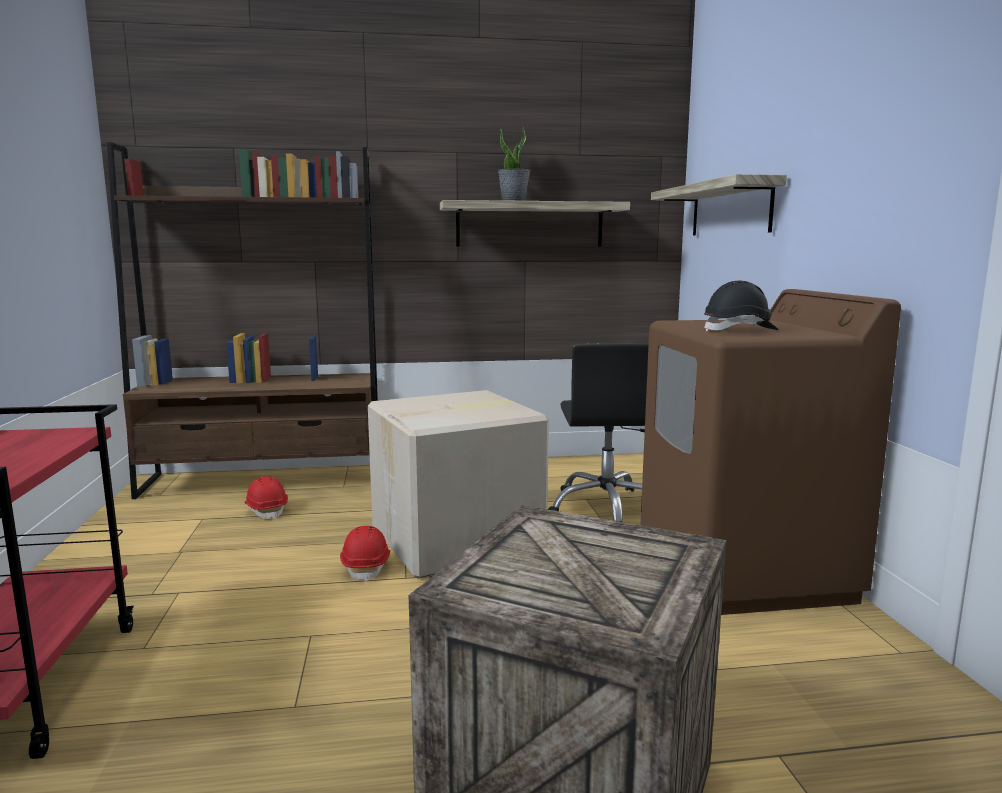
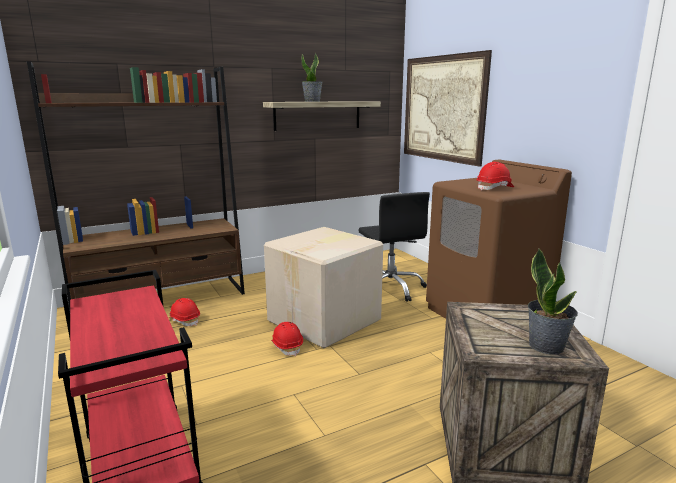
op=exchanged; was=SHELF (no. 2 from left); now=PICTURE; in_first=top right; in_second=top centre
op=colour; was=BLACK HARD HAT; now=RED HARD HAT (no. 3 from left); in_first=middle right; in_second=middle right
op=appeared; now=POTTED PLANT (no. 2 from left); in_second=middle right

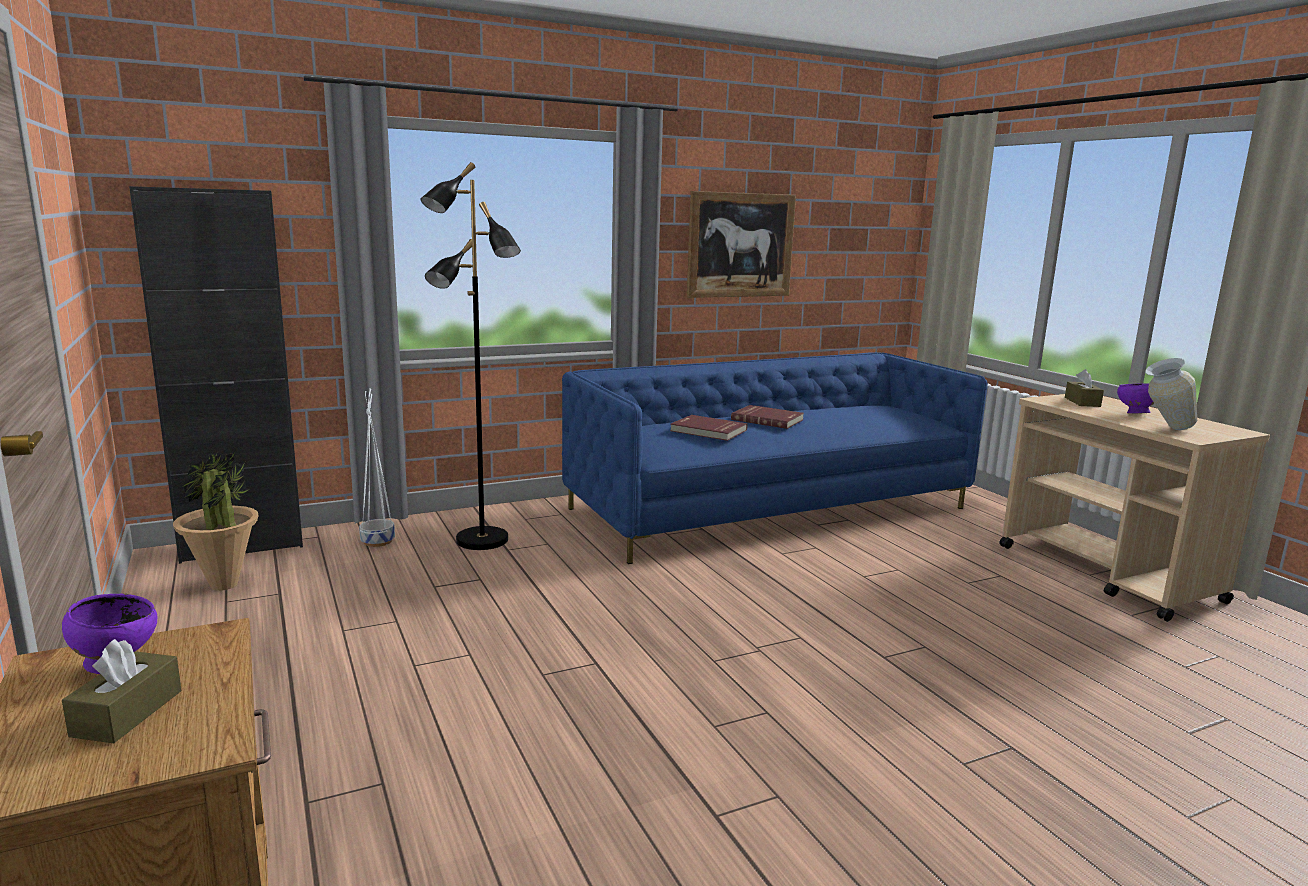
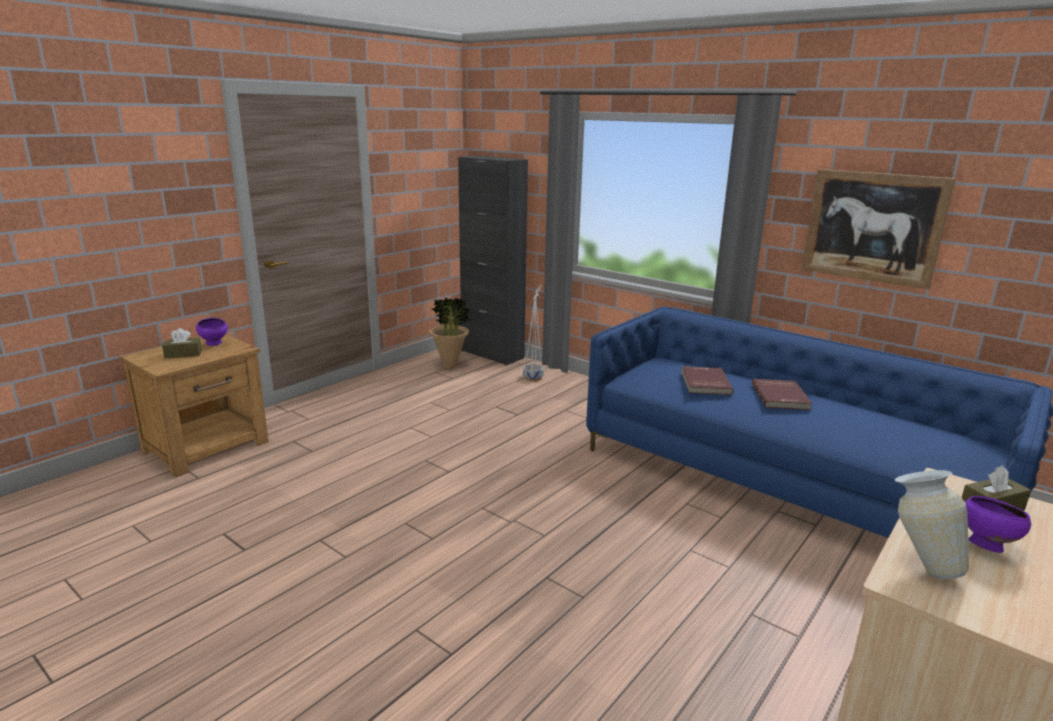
op=missing; was=BLACK FLOOR LAMP; in_first=centre

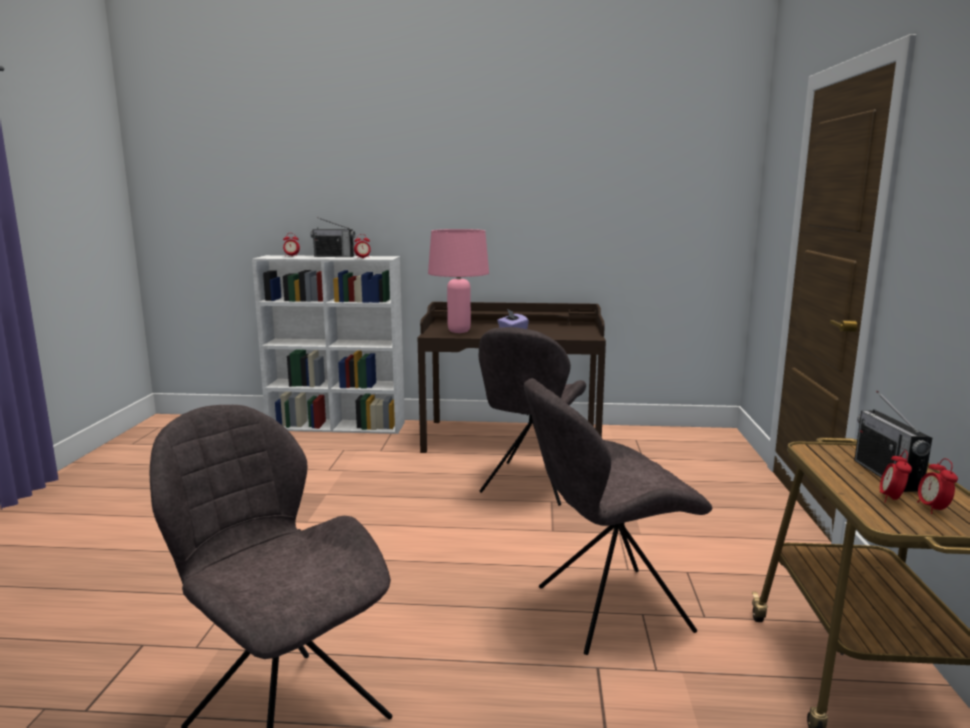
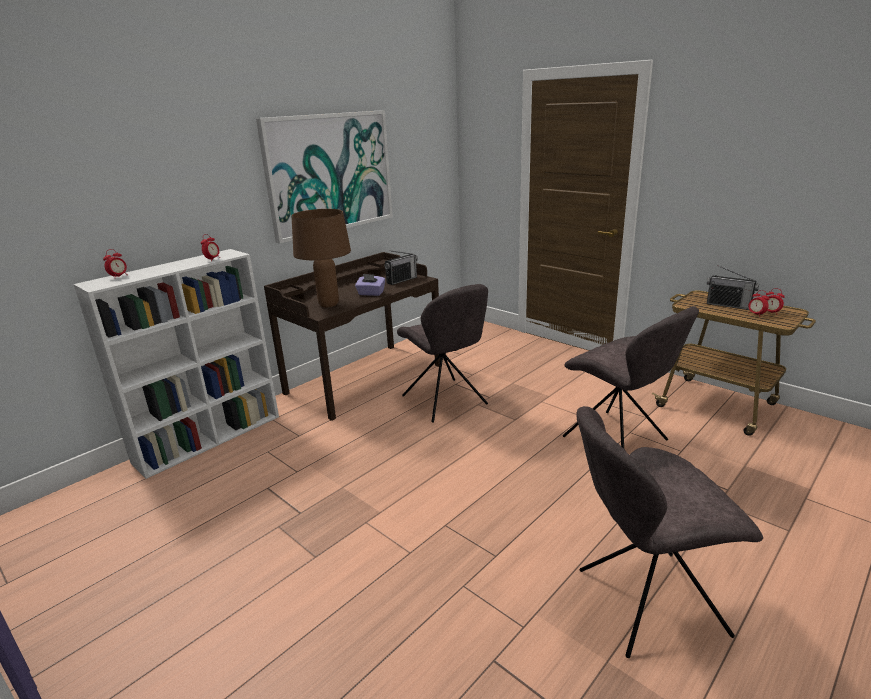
op=relocated; was=RADIO (no. 1 from left); in_first=top centre; in_second=centre
op=colour; was=PINK TABLE LAMP; now=BROWN TABLE LAMP; in_first=centre; in_second=centre
op=spun; was=GREY CHAIR (no. 3 from left in the first image); in_first=bottom centre; in_second=middle right; clockwise=-60
op=appeared; now=PICTURE; in_second=top centre

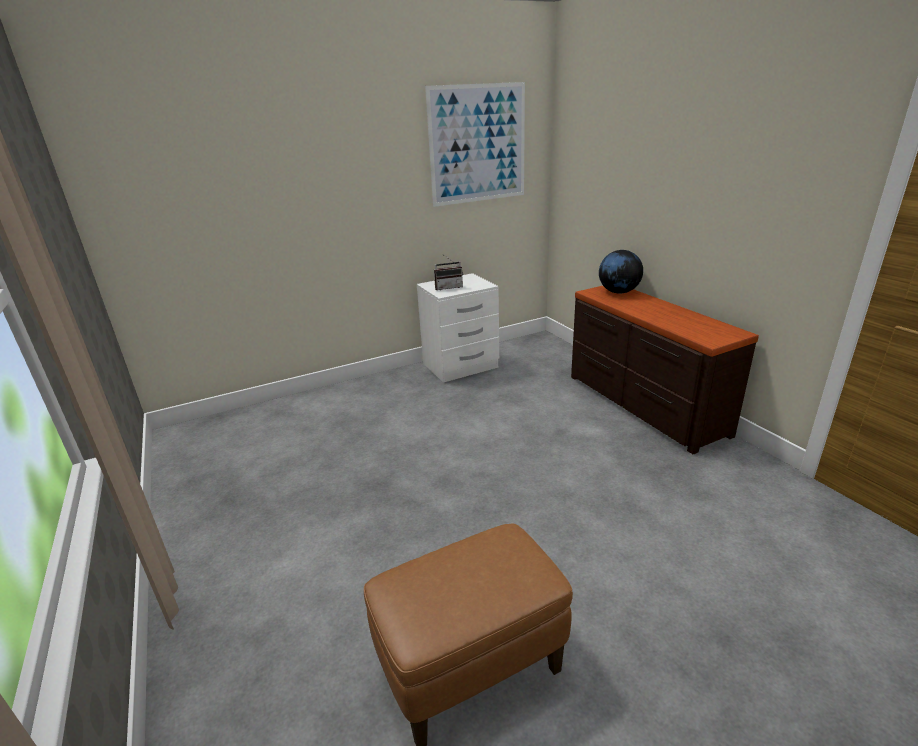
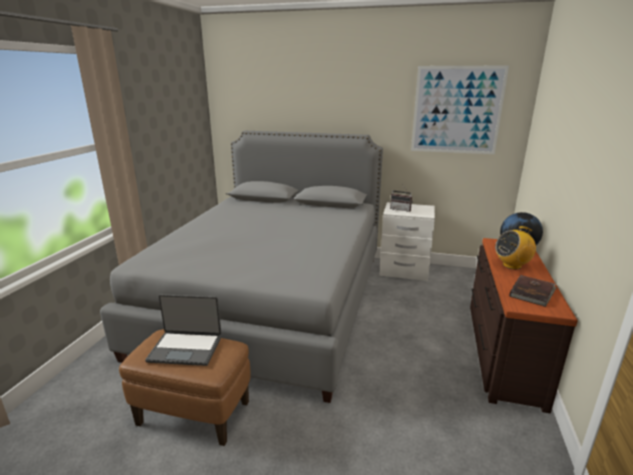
op=appeared; now=GREY BED; in_second=centre
op=appeared; now=RADIO (no. 2 from left); in_second=middle right
op=appeared; now=BROWN BOOK; in_second=middle right
op=appeared; now=LAPTOP; in_second=bottom left

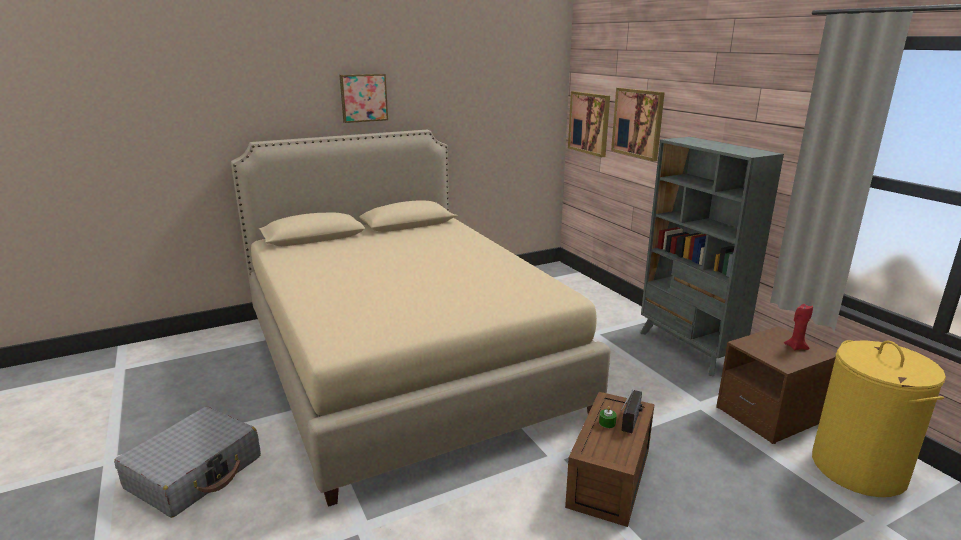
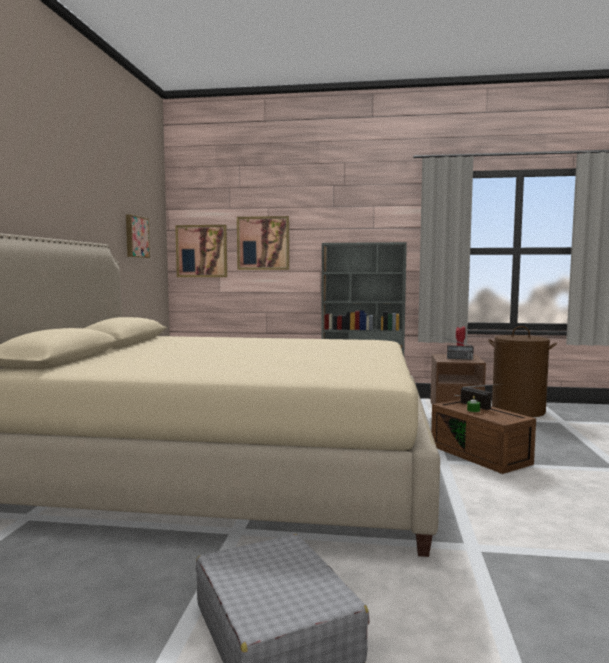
op=relocated; was=PICTURE (no. 1 from left); in_first=top centre; in_second=middle left
op=colour; was=YELLOW LAUNDRY BASKET; now=BROWN LAUNDRY BASKET; in_first=bottom right; in_second=middle right
op=appeared; now=RADIO (no. 1 from left); in_second=middle right

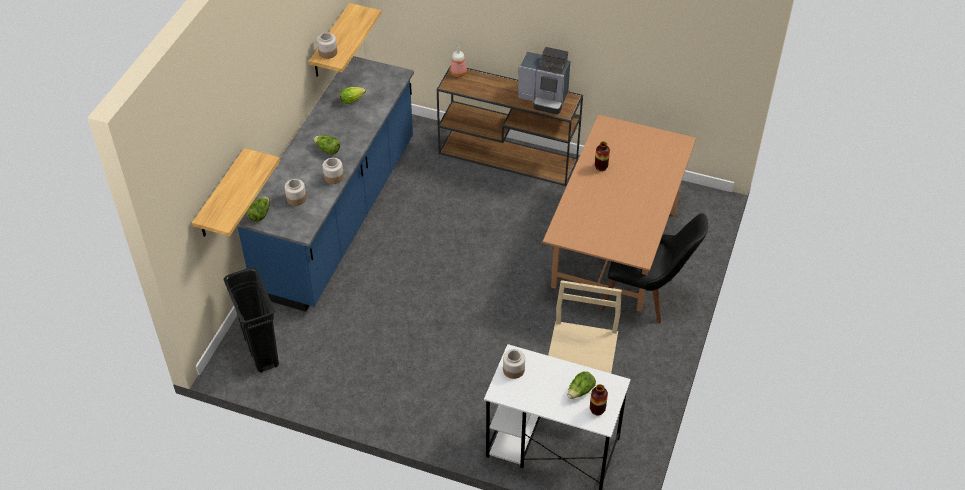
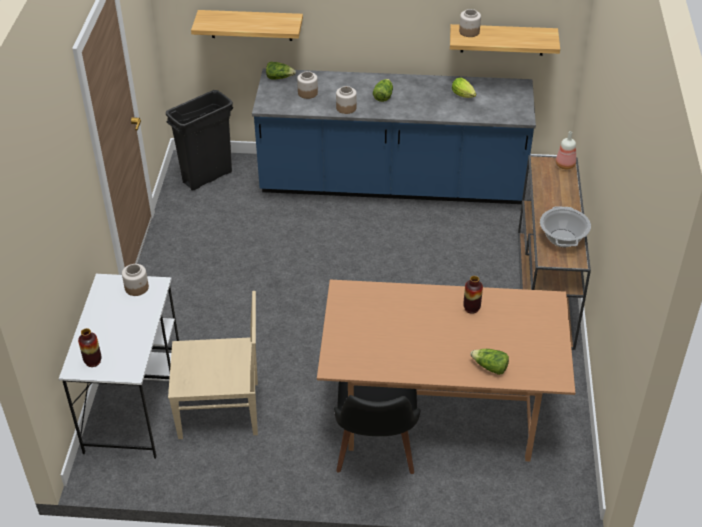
op=exchanged; was=COFFEE MACHINE; now=COOKING POT; in_first=top centre; in_second=middle right
op=relocated; was=LETTUCE (no. 4 from left); in_first=bottom centre; in_second=bottom right

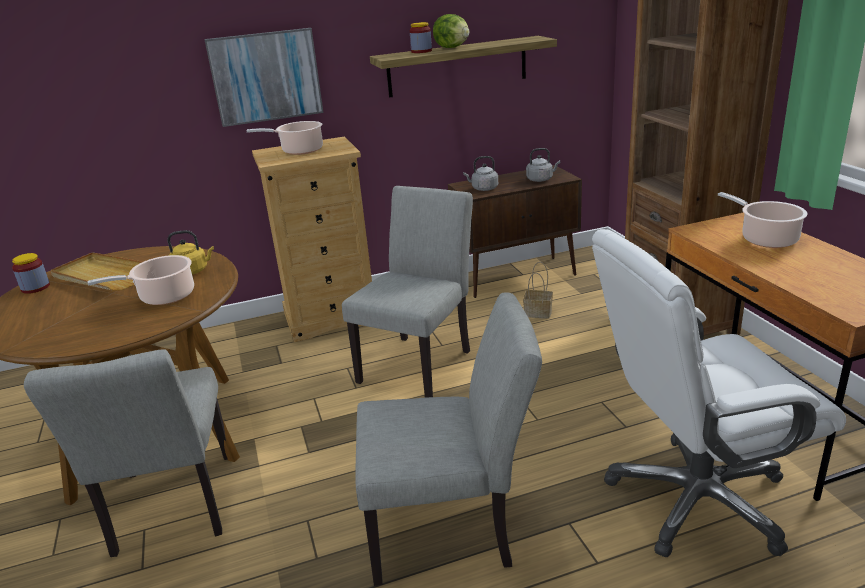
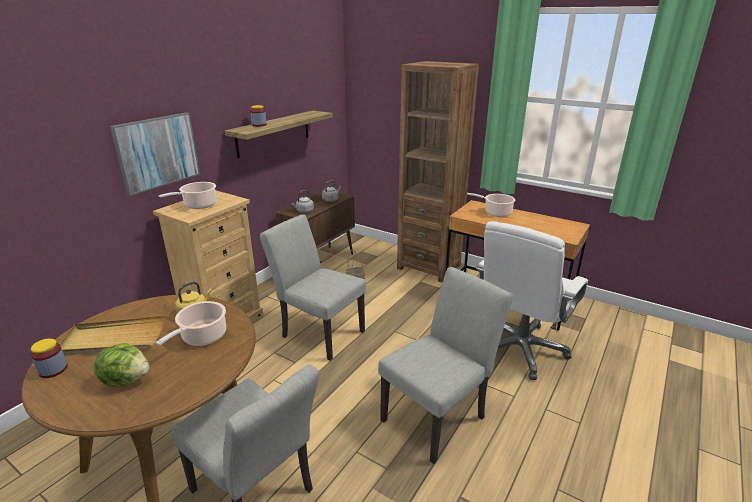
op=relocated; was=LETTUCE; in_first=top centre; in_second=bottom left
op=spun; was=GREY CHAIR (no. 2 from left); in_first=centre; in_second=centre; clockwise=-45

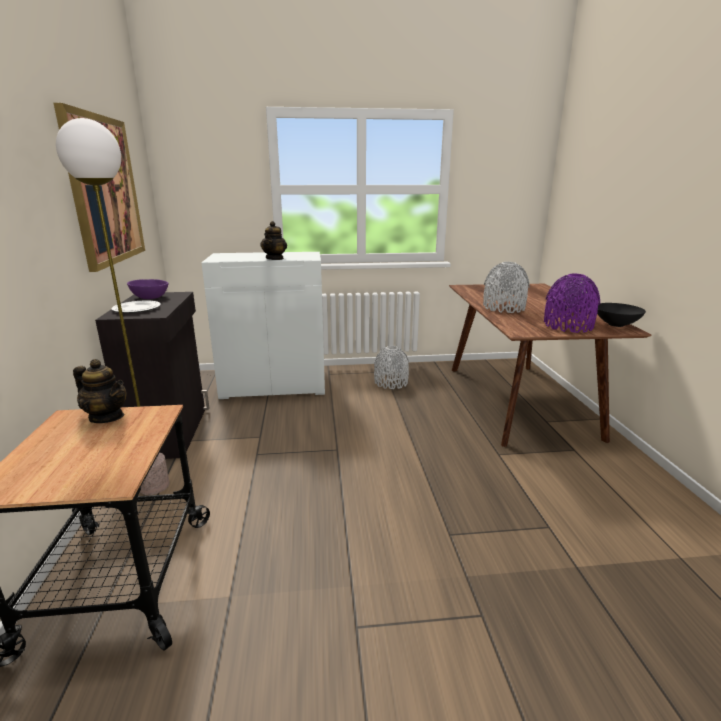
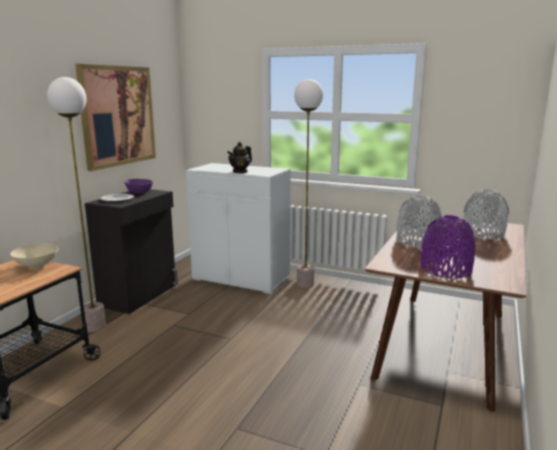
op=missing; was=BLACK BOWL; in_first=middle right
op=relocated; was=GREY VASE (no. 1 from left in the first image); now=GREY VASE (no. 2 from left); in_first=centre; in_second=middle right
op=exchanged; was=TEAPOT (no. 1 from left); now=BEIGE BOWL; in_first=middle left; in_second=middle left
op=appeared; now=FLOOR LAMP (no. 2 from left); in_second=centre

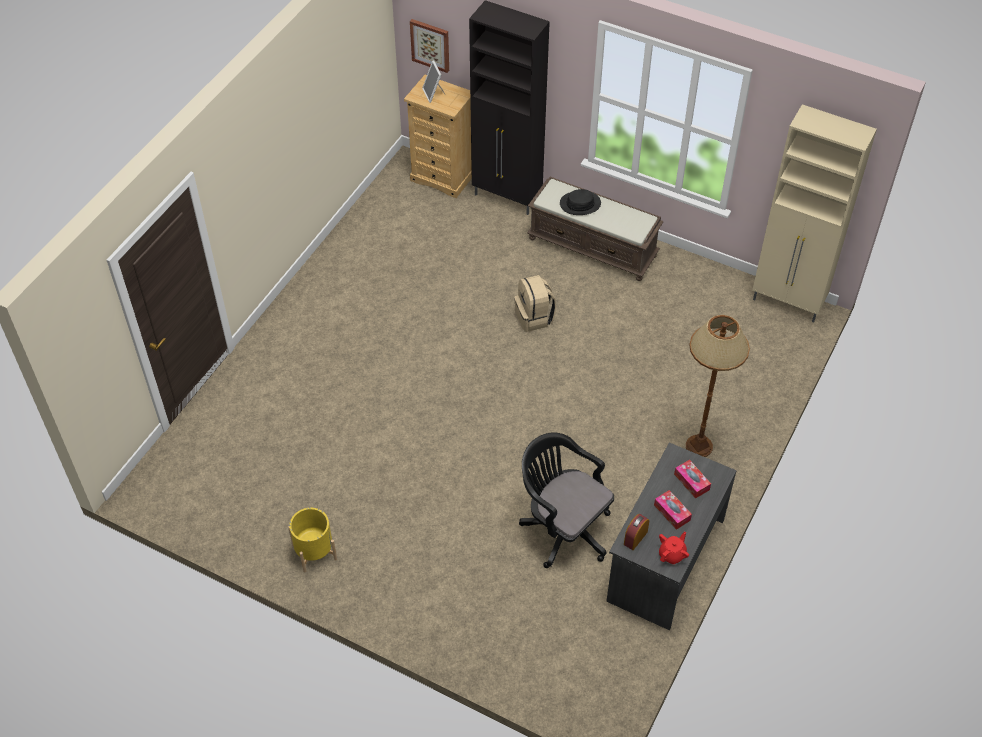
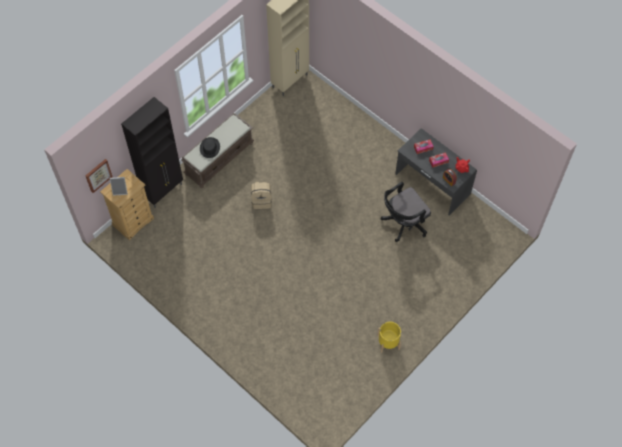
op=missing; was=BROWN FLOOR LAMP; in_first=middle right

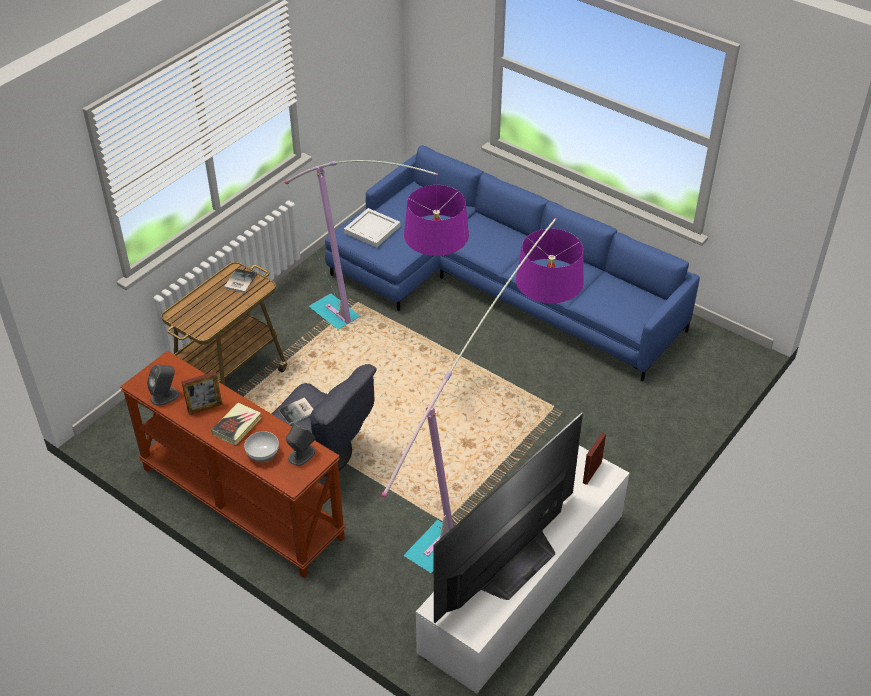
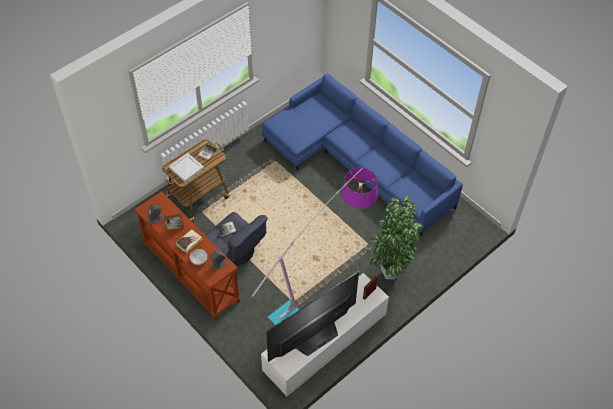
op=missing; was=FLOOR LAMP (no. 1 from left); in_first=centre
op=relocated; was=WHITE TRAY; in_first=top centre; in_second=middle left
op=appeared; now=POTTED PLANT; in_second=centre

